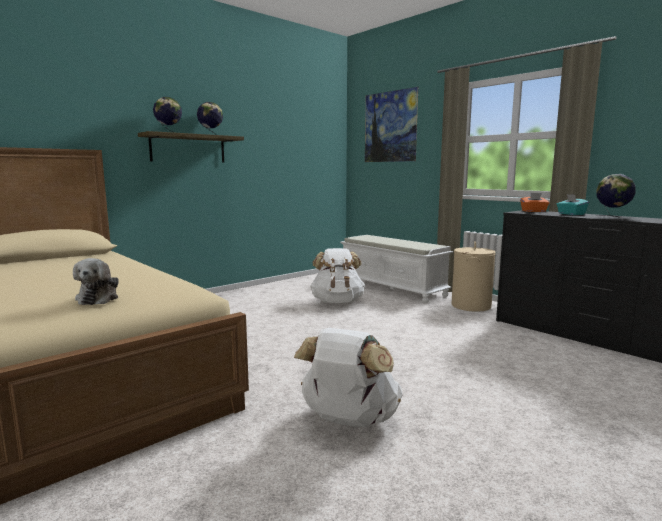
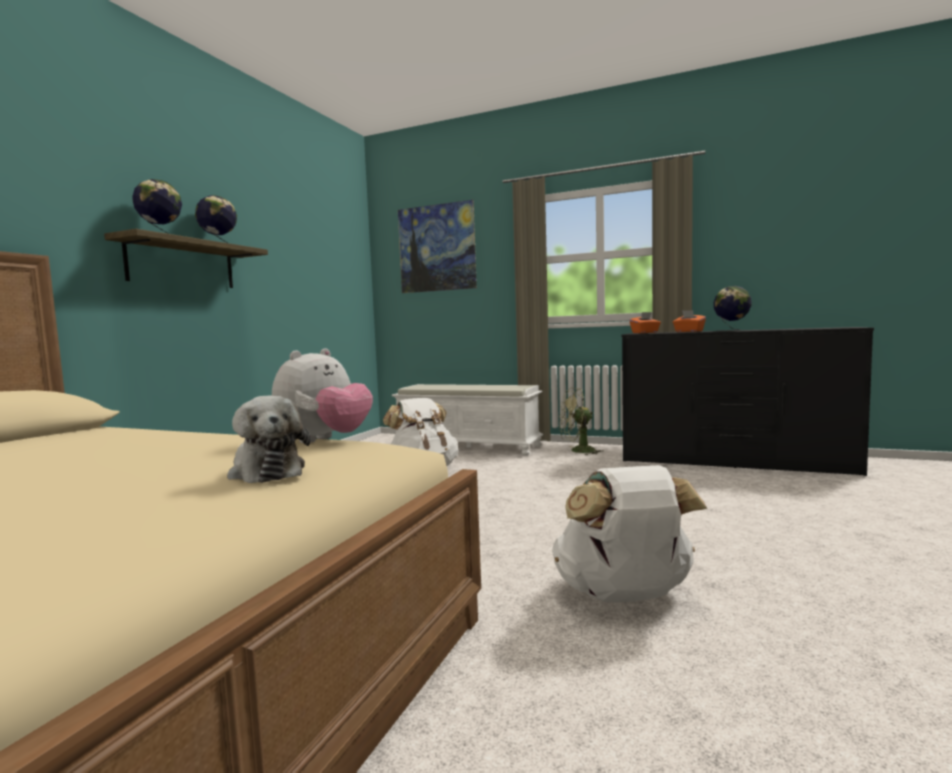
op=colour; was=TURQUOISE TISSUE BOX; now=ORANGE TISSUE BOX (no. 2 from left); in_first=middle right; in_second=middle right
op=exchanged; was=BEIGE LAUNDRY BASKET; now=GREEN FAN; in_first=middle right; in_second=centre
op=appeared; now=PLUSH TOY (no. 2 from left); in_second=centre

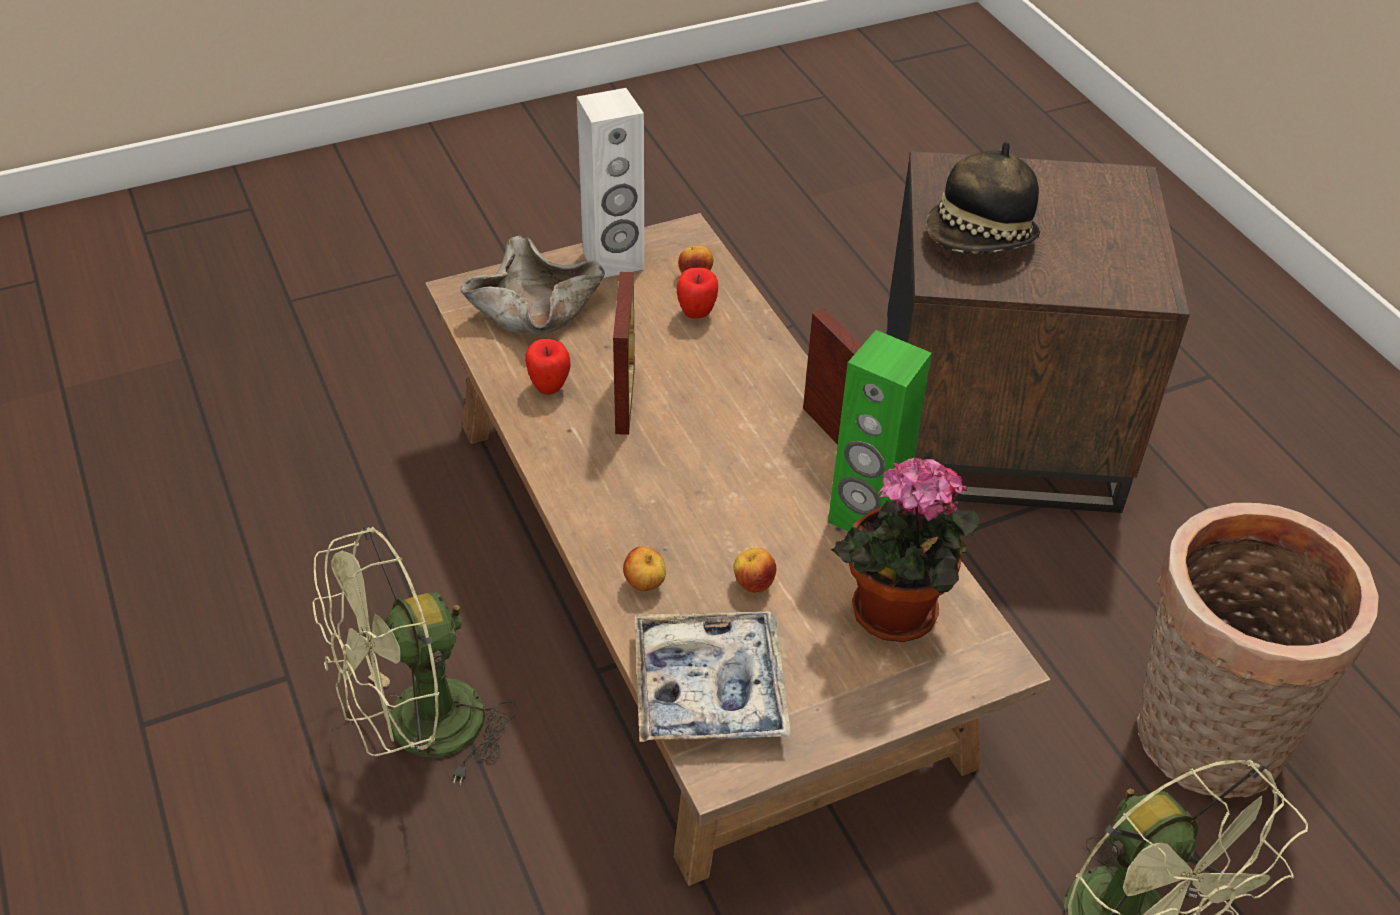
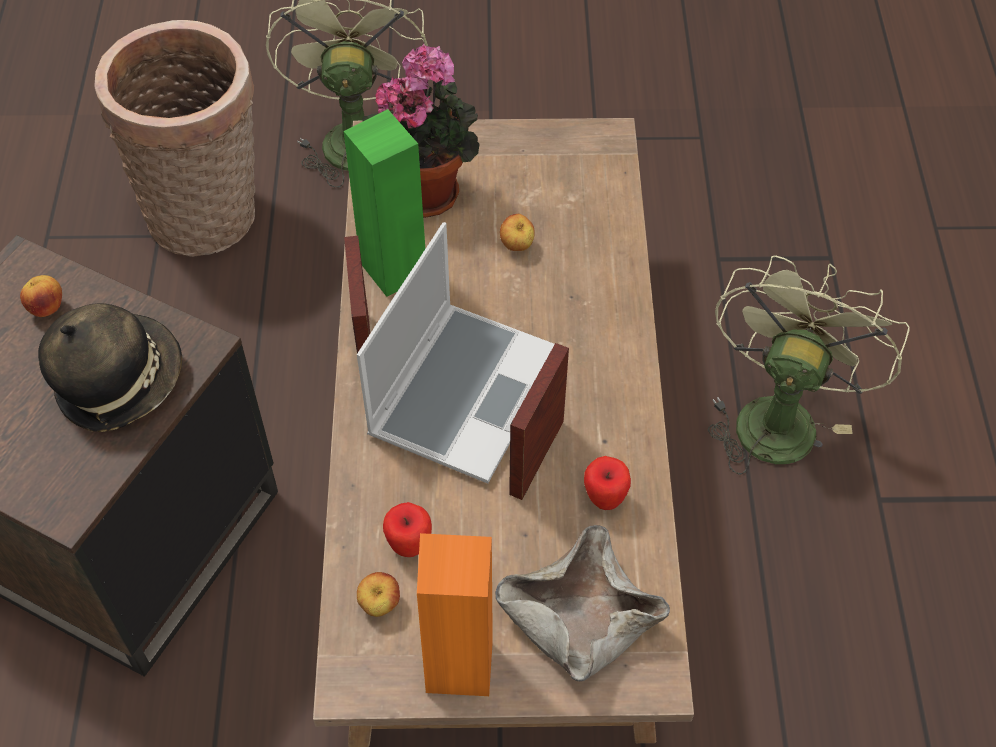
op=colour; was=WHITE SPEAKER; now=ORANGE SPEAKER; in_first=top centre; in_second=bottom centre
op=spun; was=GREEN FAN (no. 1 from left in the first image); in_first=bottom left; in_second=middle right; clockwise=-60
op=relocated; was=APPLE (no. 2 from left in the first image); now=APPLE (no. 1 from left); in_first=centre; in_second=middle left
op=missing; was=TRAY; in_first=bottom centre
op=appeared; now=LAPTOP; in_second=centre

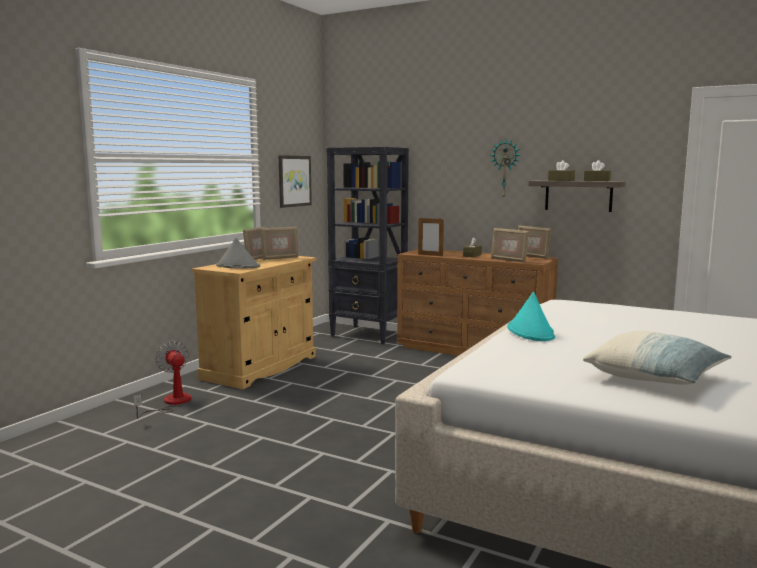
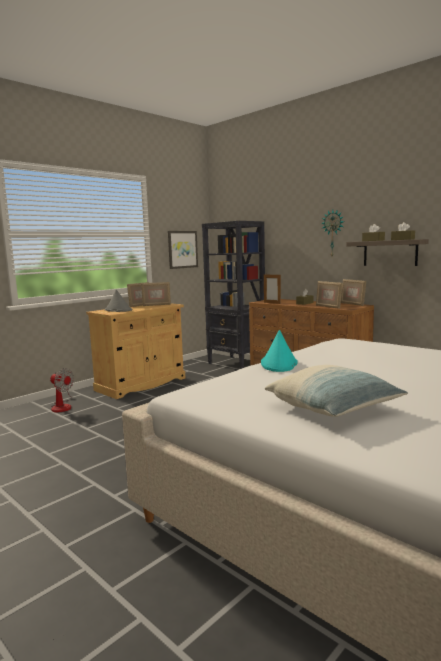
op=spun; was=FAN; in_first=bottom left; in_second=middle left; clockwise=135

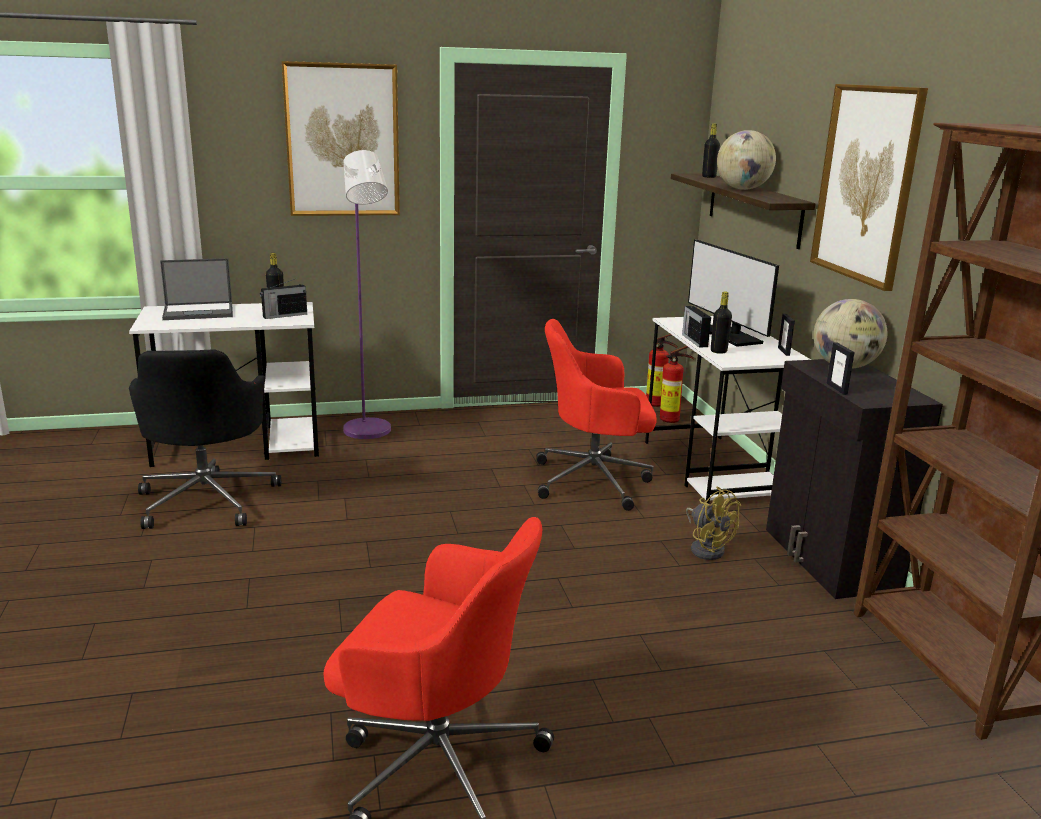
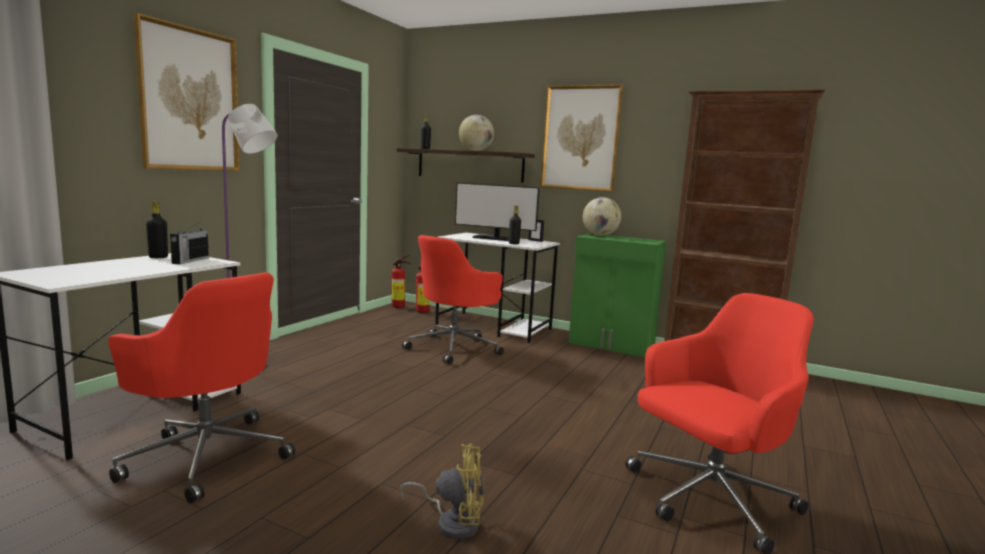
op=missing; was=LAPTOP; in_first=middle left
op=missing; was=RADIO (no. 2 from left); in_first=middle right
op=missing; was=PICTURE FRAME (no. 2 from left); in_first=middle right
op=colour; was=BLACK OFFICE CHAIR; now=RED OFFICE CHAIR (no. 1 from left); in_first=middle left; in_second=bottom left
op=colour; was=BLACK CABINET; now=GREEN CABINET; in_first=middle right; in_second=centre
op=relocated; was=YELLOW FAN; in_first=middle right; in_second=bottom centre

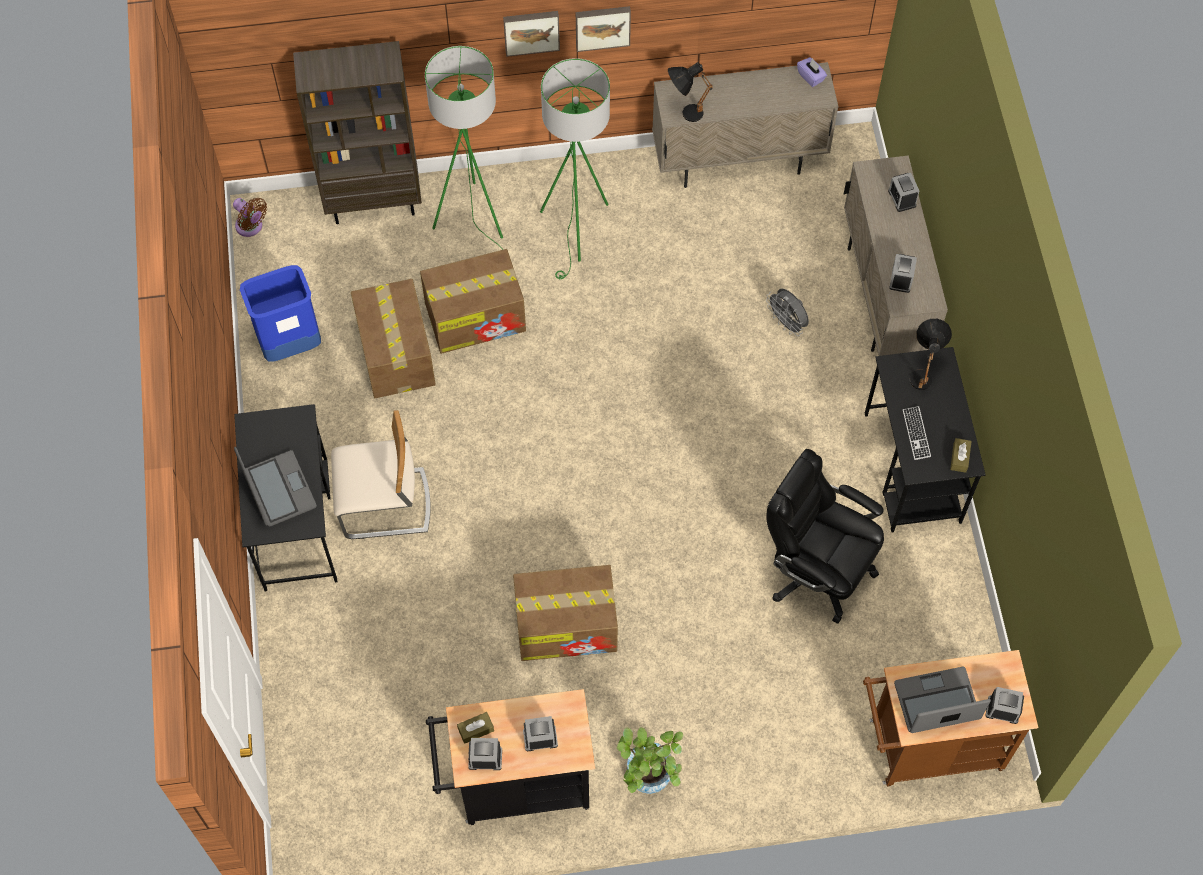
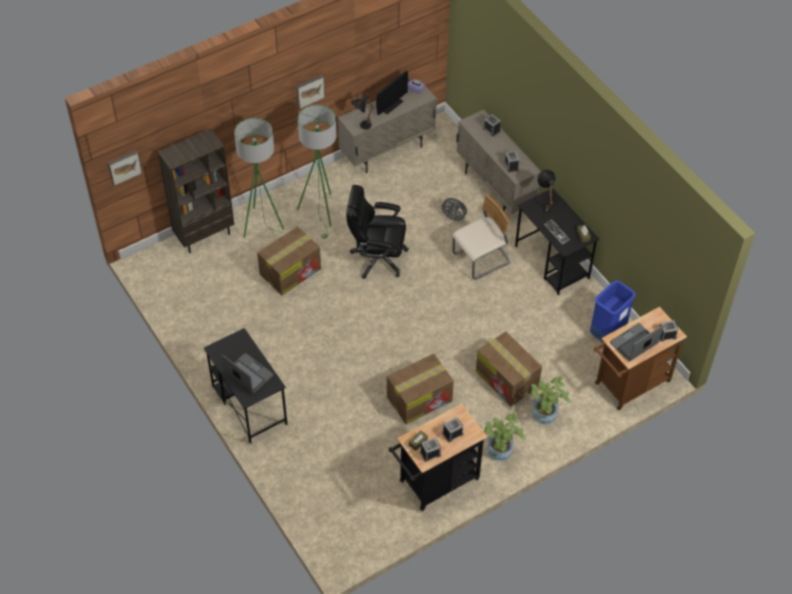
op=relocated; was=PICTURE (no. 1 from left); in_first=top centre; in_second=top left
op=missing; was=BROWN FAN; in_first=top left
op=relocated; was=BLUE TRASH CAN; in_first=middle left; in_second=middle right
op=relocated; was=CARDBOARD BOX (no. 1 from left in the first image); now=CARDBOARD BOX (no. 3 from left); in_first=middle left; in_second=centre
op=relocated; was=BEIGE CHAIR; in_first=middle left; in_second=centre
op=relocated; was=BLACK OFFICE CHAIR; in_first=middle right; in_second=centre
op=appeared; now=MONITOR; in_second=top centre
op=appeared; now=POTTED PLANT (no. 2 from left); in_second=bottom right

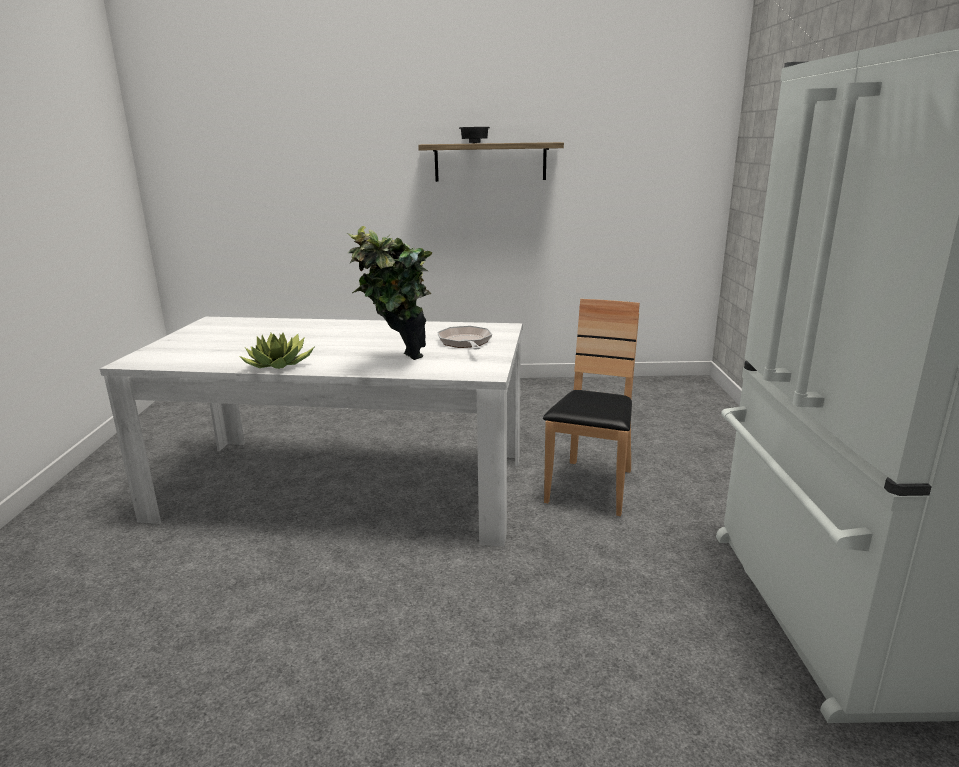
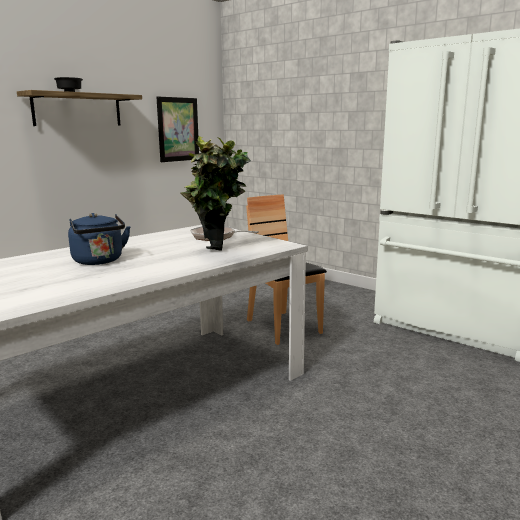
op=missing; was=POTTED PLANT (no. 1 from left); in_first=middle left
op=appeared; now=PICTURE; in_second=top centre
op=appeared; now=BLUE KETTLE; in_second=middle left

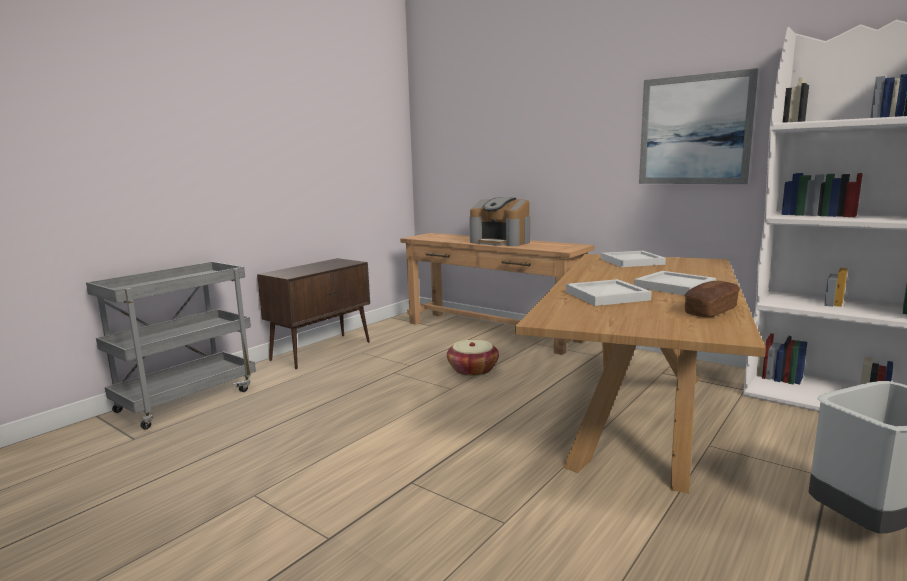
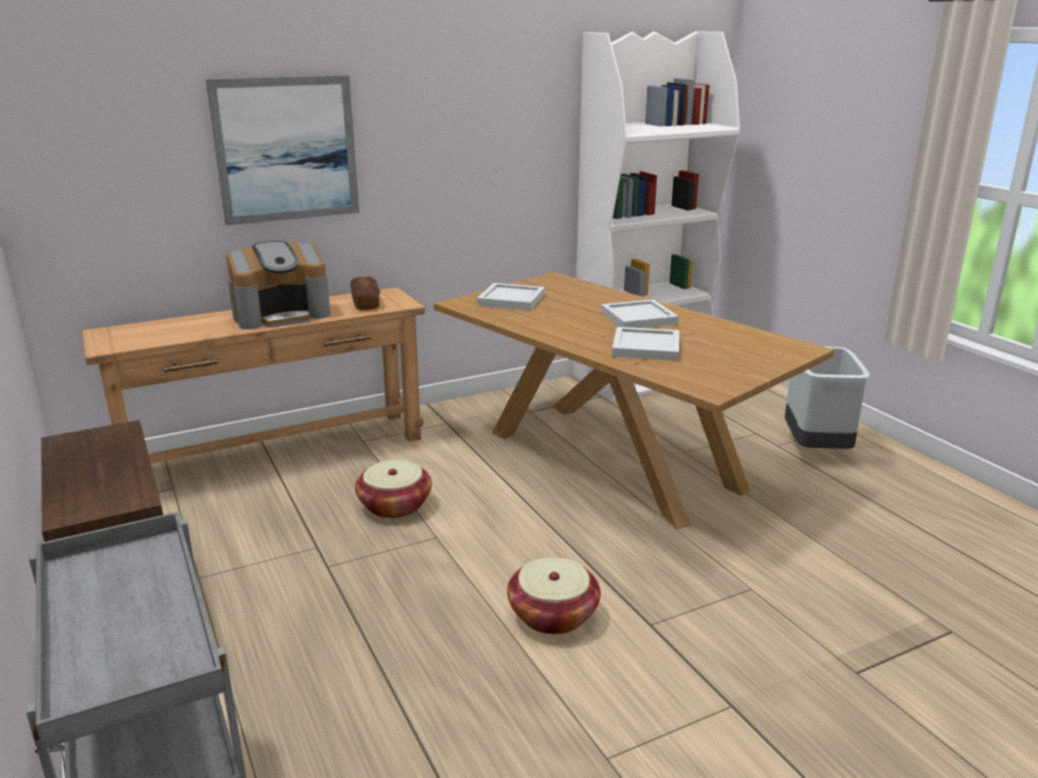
op=relocated; was=PICTURE; in_first=top right; in_second=top left
op=relocated; was=BREAD; in_first=middle right; in_second=centre
op=appeared; now=BASKET (no. 2 from left); in_second=bottom centre

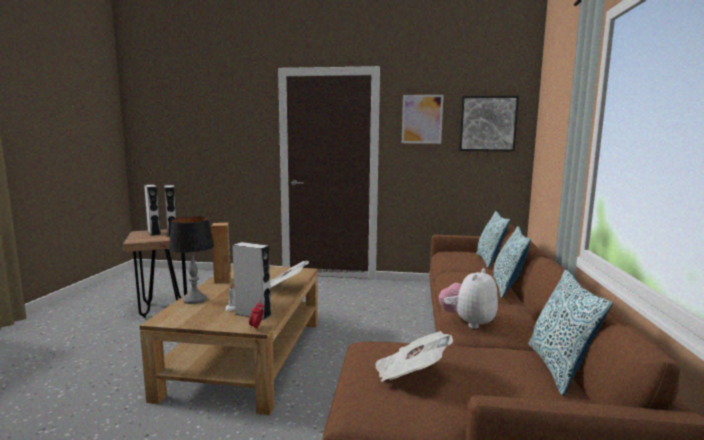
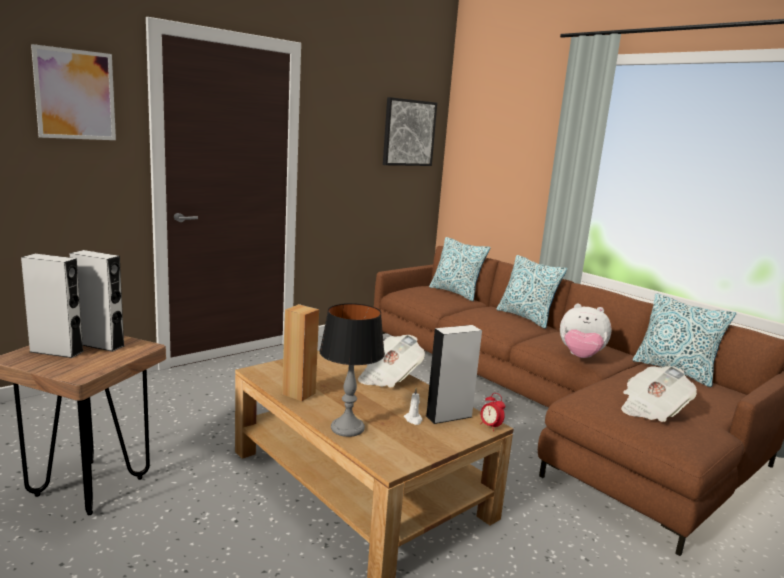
op=relocated; was=PICTURE (no. 1 from left); in_first=top centre; in_second=top left
op=spun; was=PLUSH TOY; in_first=bottom centre; in_second=middle right; clockwise=-60

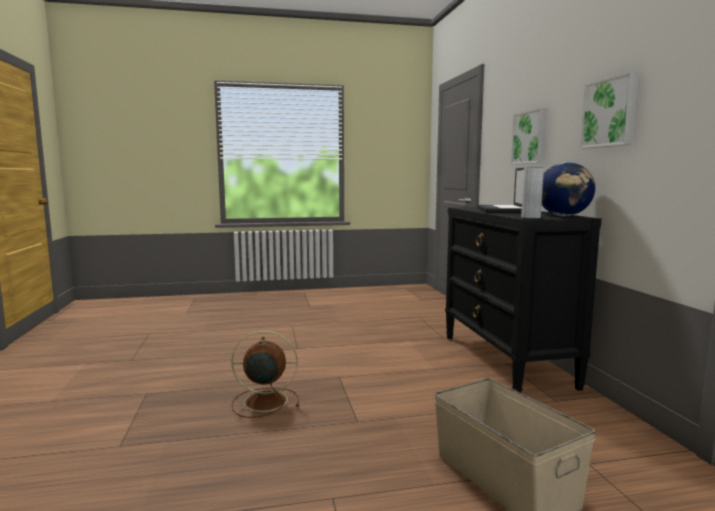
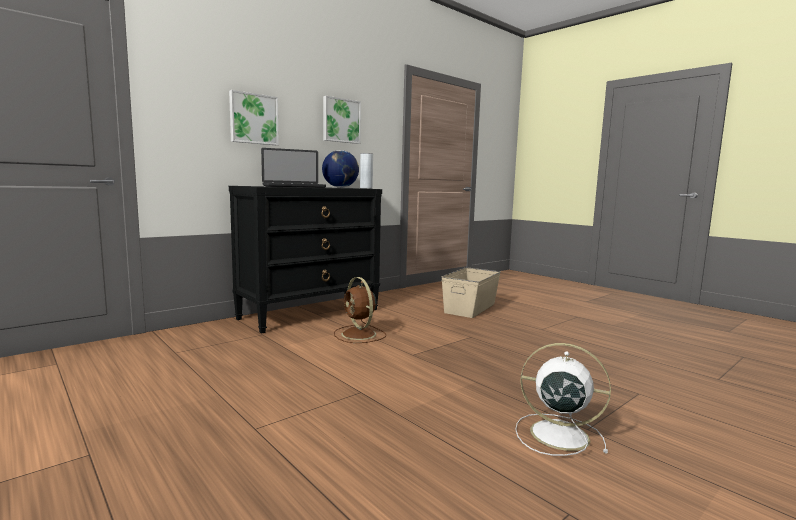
op=relocated; was=BROWN FAN; in_first=bottom centre; in_second=centre
op=appeared; now=WHITE FAN; in_second=bottom right

